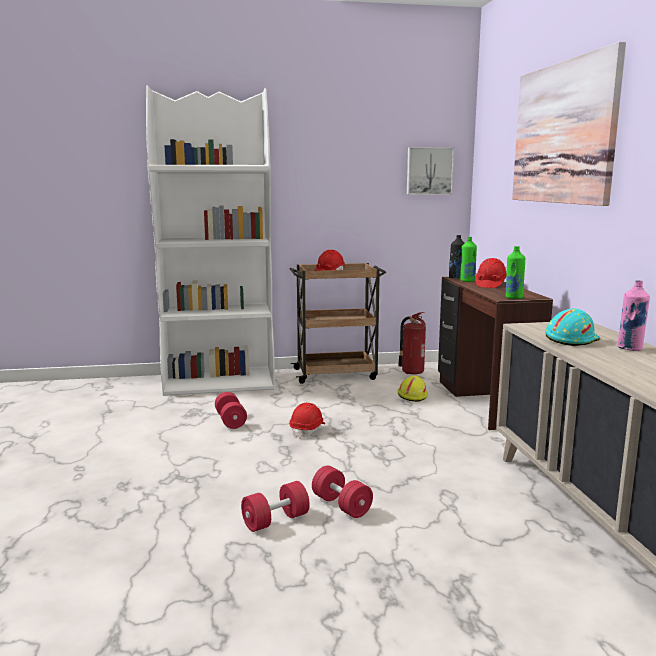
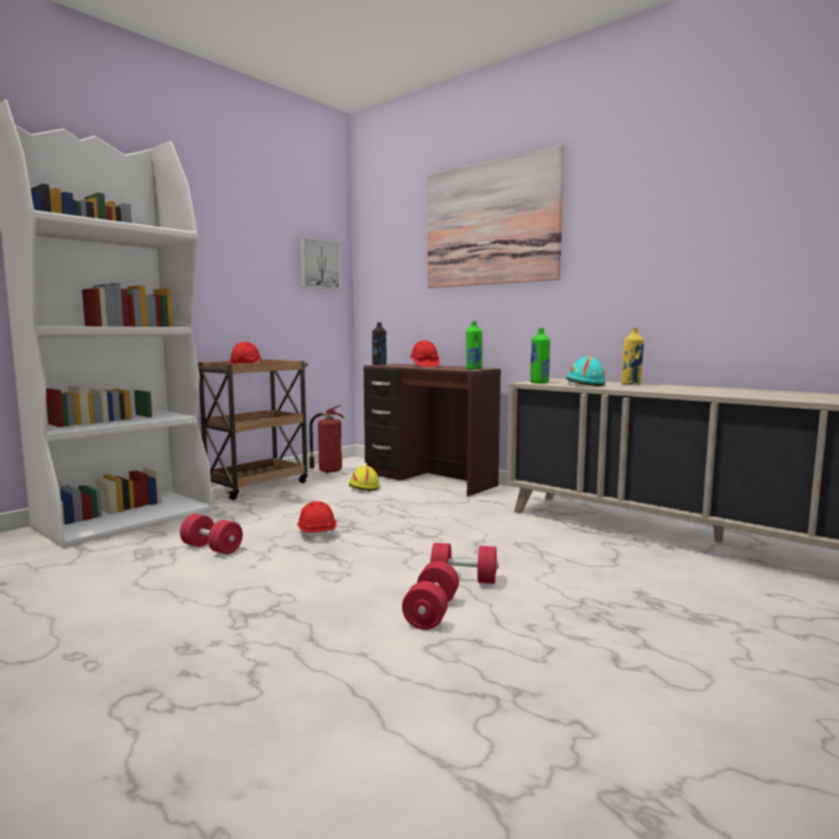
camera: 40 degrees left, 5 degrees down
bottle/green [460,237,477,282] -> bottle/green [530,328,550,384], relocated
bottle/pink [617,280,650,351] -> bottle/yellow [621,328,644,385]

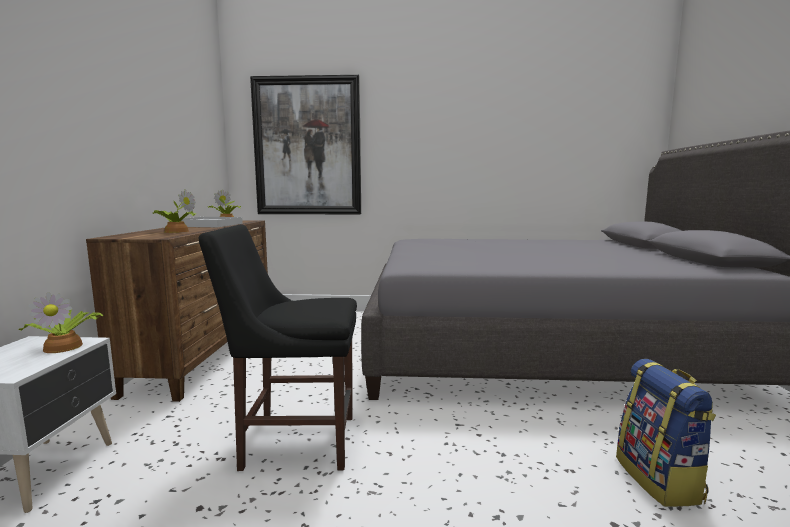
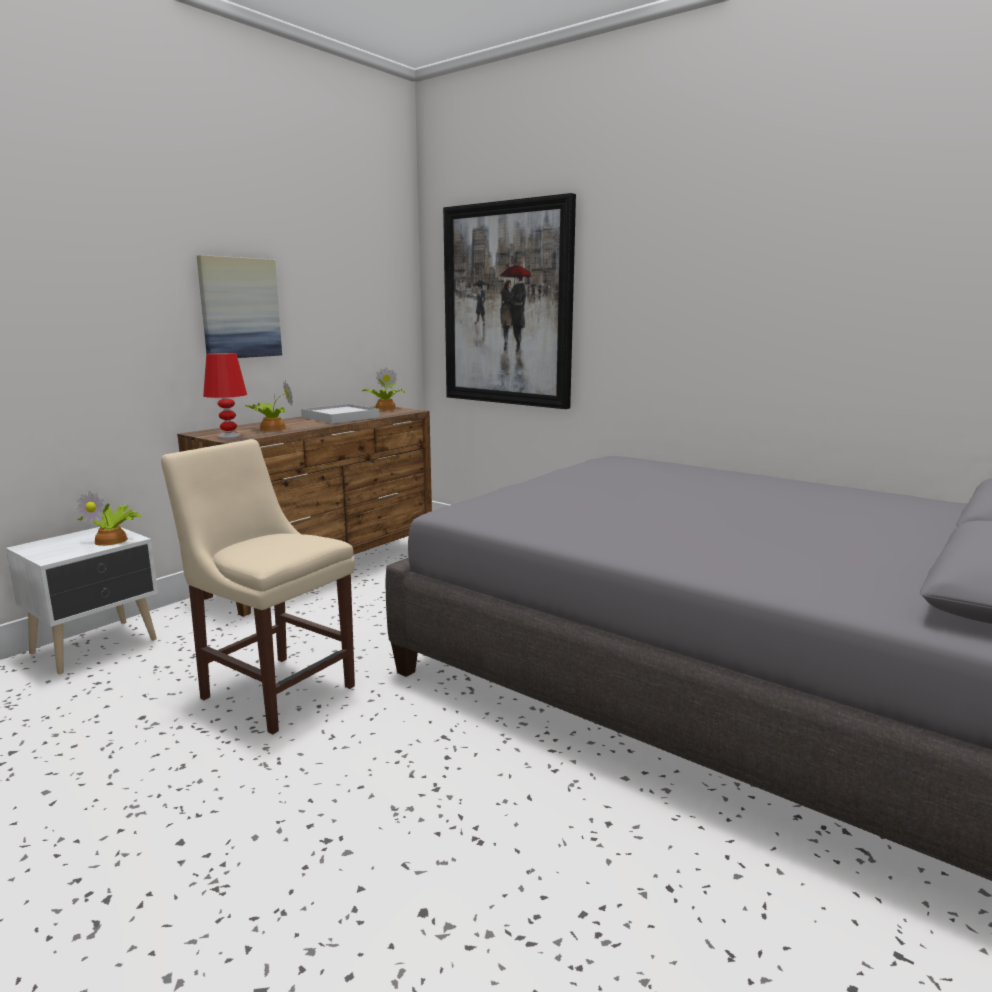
camera: 35 degrees right, 5 degrees up
backpack [616,359,716,507] -> none
none -> picture [197,255,282,358]
none -> table lamp/red [203,353,247,439]
chair/black [199,225,357,471] -> chair/beige [161,439,355,735]

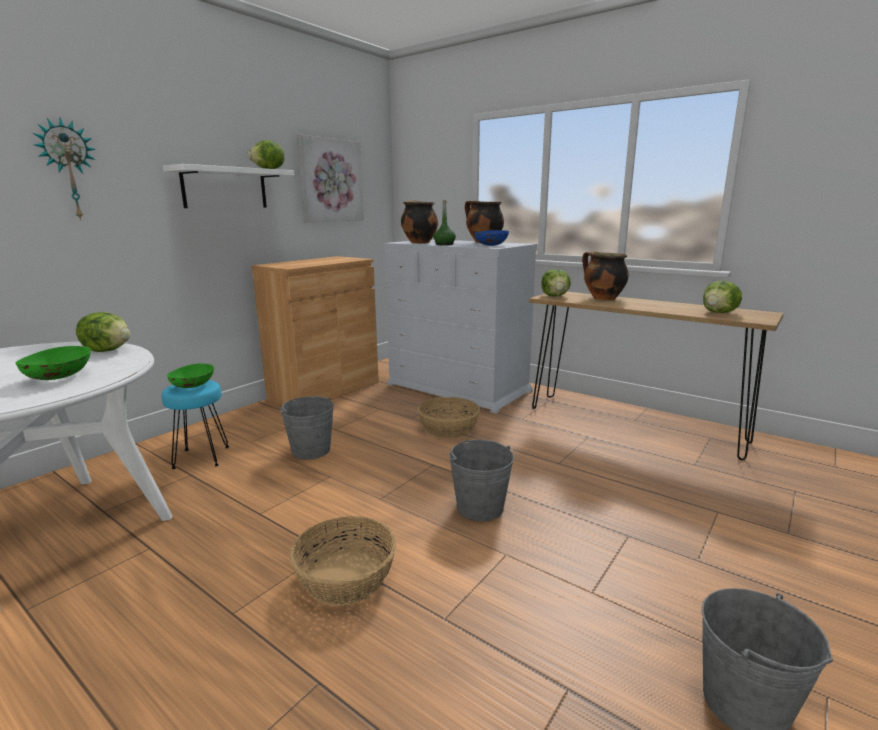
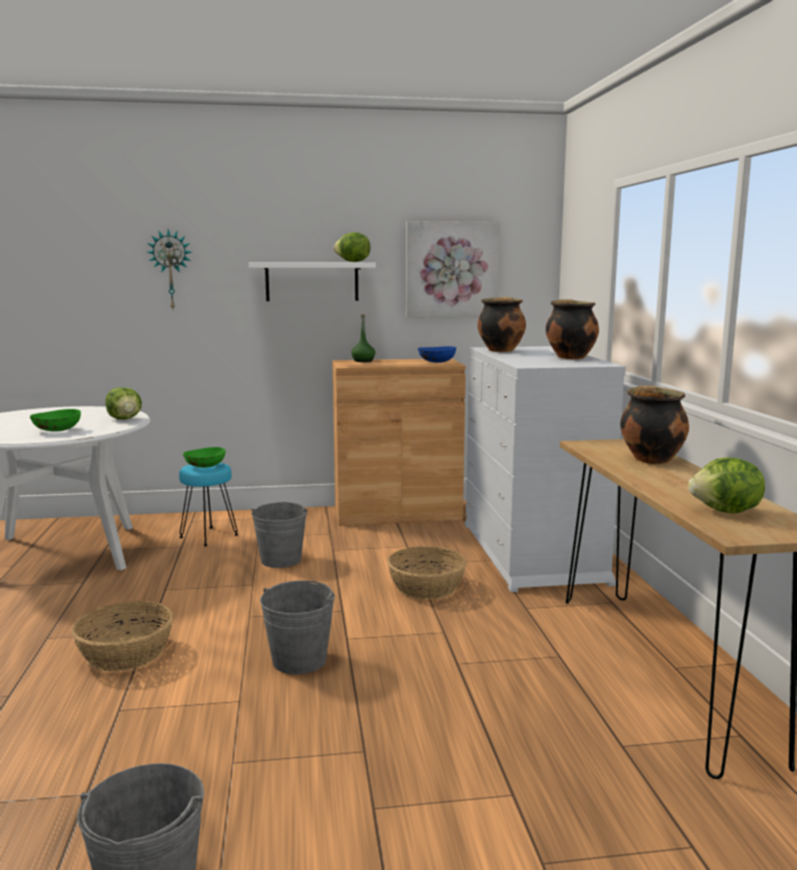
camera: 45 degrees right, 5 degrees down
lettuce [541,269,571,297] -> none
bottle/green [433,200,456,245] -> bottle/green [351,314,375,362], relocated
bowl/blue [474,230,509,246] -> bowl/blue [418,346,456,363], relocated

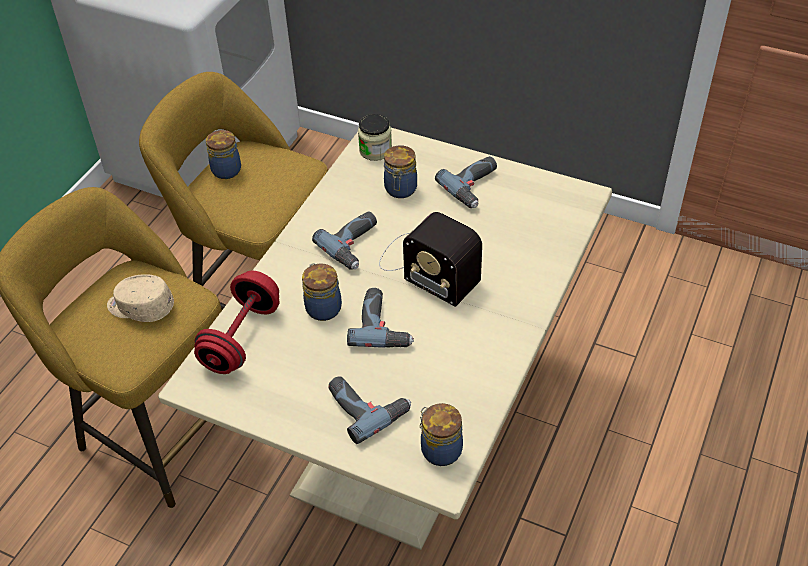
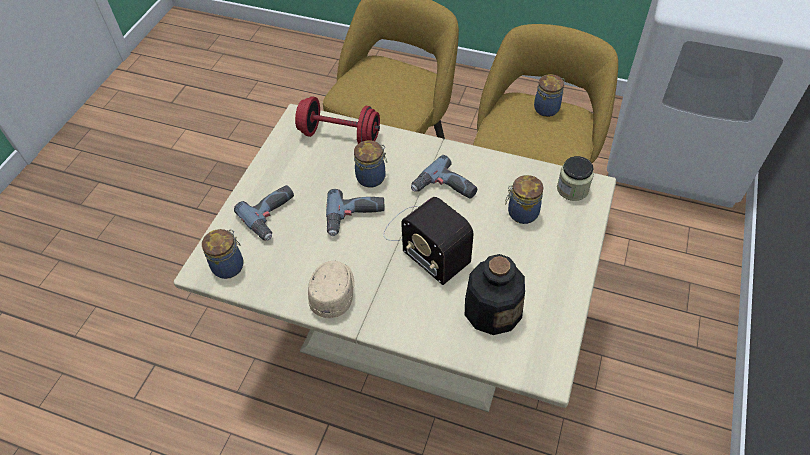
camera: 85 degrees right, 5 degrees up
power drill [435,156,497,208] -> none
none -> bottle [465,254,525,335]
cap/beige [107,274,174,322] -> cap/beige [308,261,355,318], relocated
radio [379,212,482,307] -> radio [384,197,473,285], 75 degrees counterclockwise

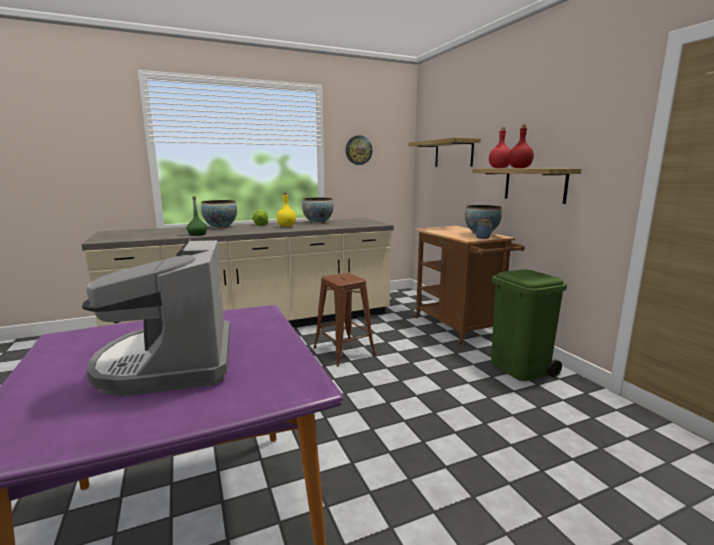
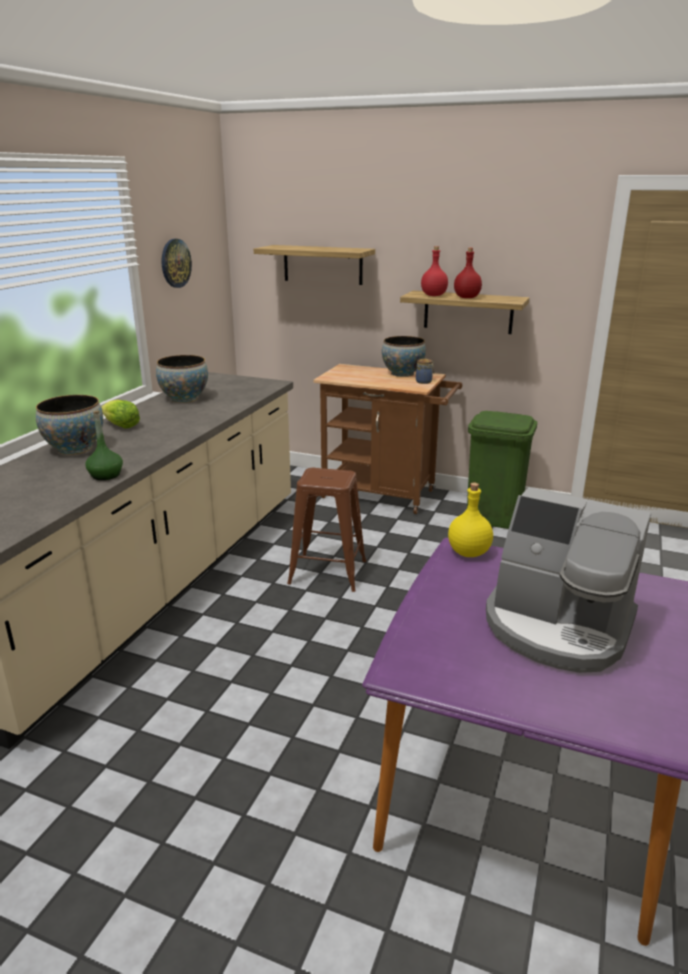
camera: 45 degrees left, 10 degrees up
bottle/yellow [277,193,296,227] -> bottle/yellow [448,483,493,557], relocated

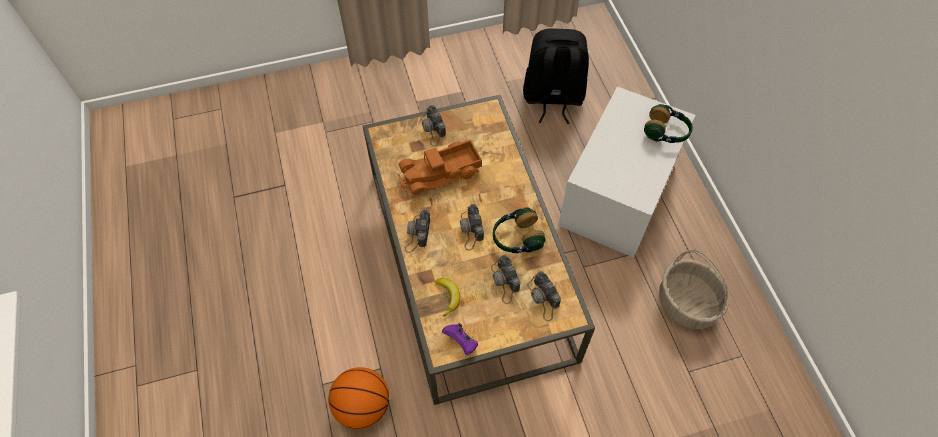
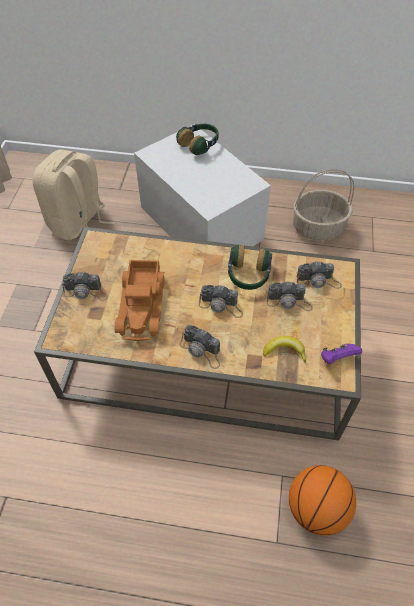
camera: 65 degrees left, 5 degrees down
backpack/black [523,28,589,124] -> backpack/beige [32,150,114,241]

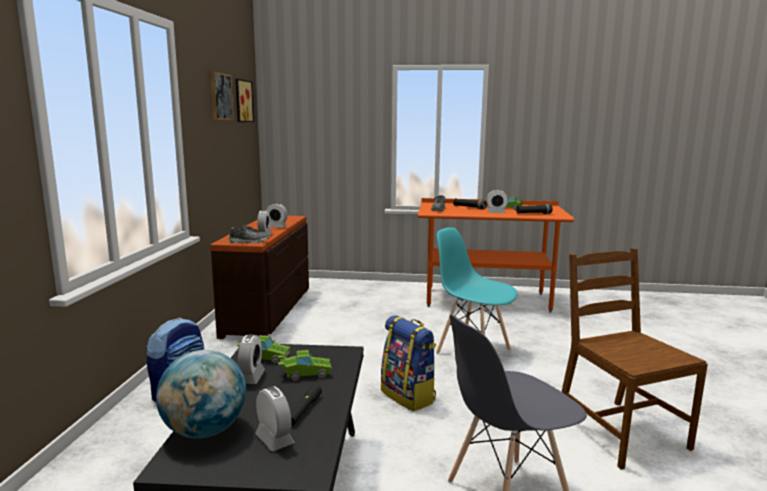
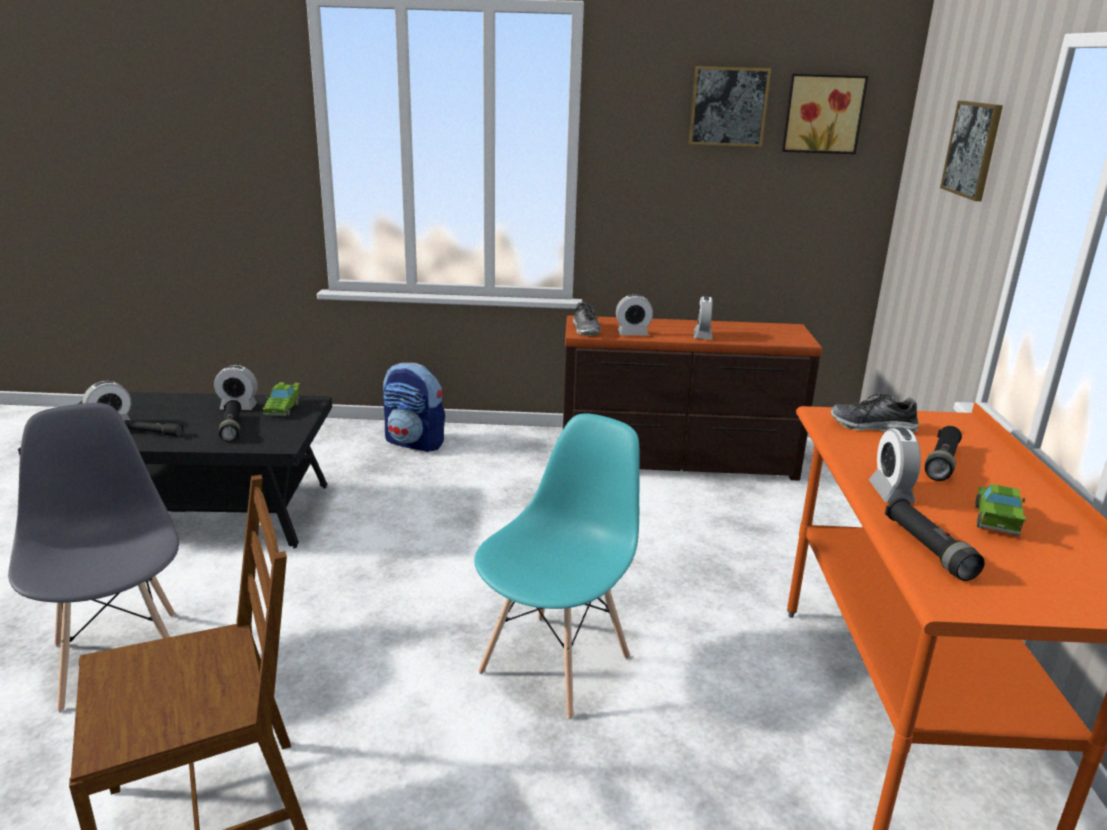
camera: 85 degrees right, 10 degrees up
globe [156,350,246,439] -> none
backpack [381,315,436,411] -> none
none -> picture [940,101,1003,201]
toy car/green [278,350,332,381] -> flashlight/black [219,400,241,442]

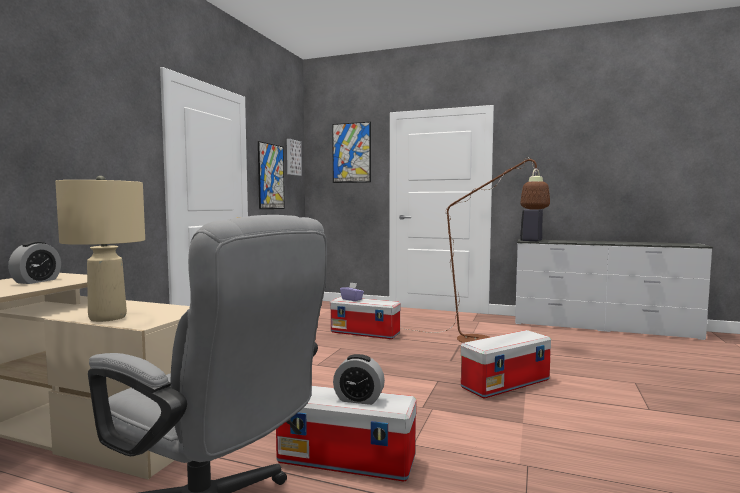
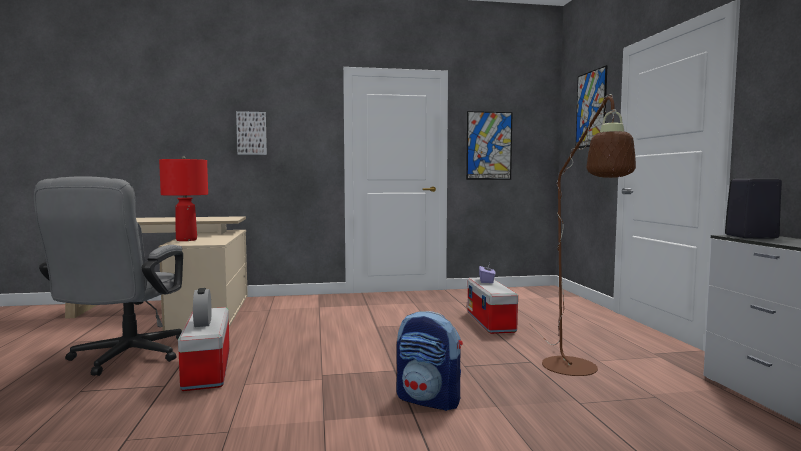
camera: 60 degrees right, 0 degrees up
alarm clock [8,241,61,284] -> none
picture [287,139,302,176] -> picture [236,111,267,155], relocated
storage box [461,330,551,398] -> backpack [396,311,463,411]
table lamp/beige [55,176,145,322] -> table lamp/red [159,156,208,241]

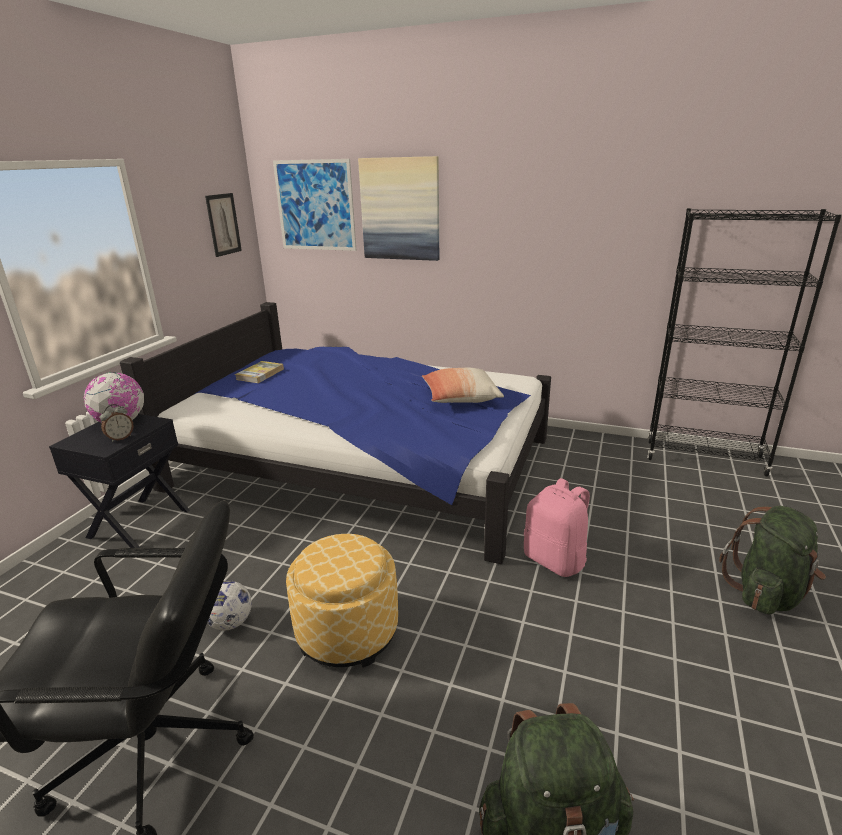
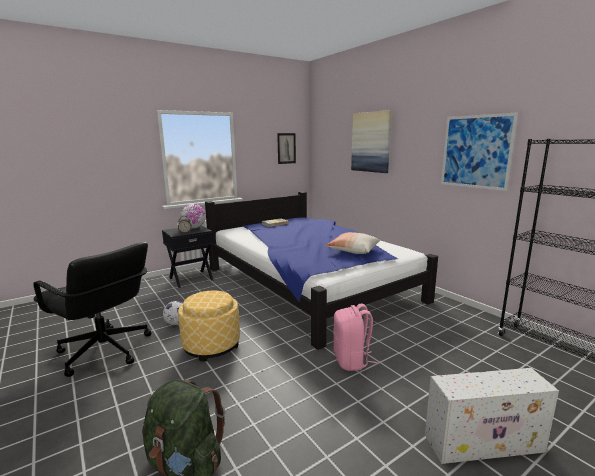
camera: 35 degrees right, 10 degrees down
picture [273,159,357,251] -> picture [441,112,519,191], relocated
backpack/green [719,506,826,614] -> storage box/white [425,368,559,464]

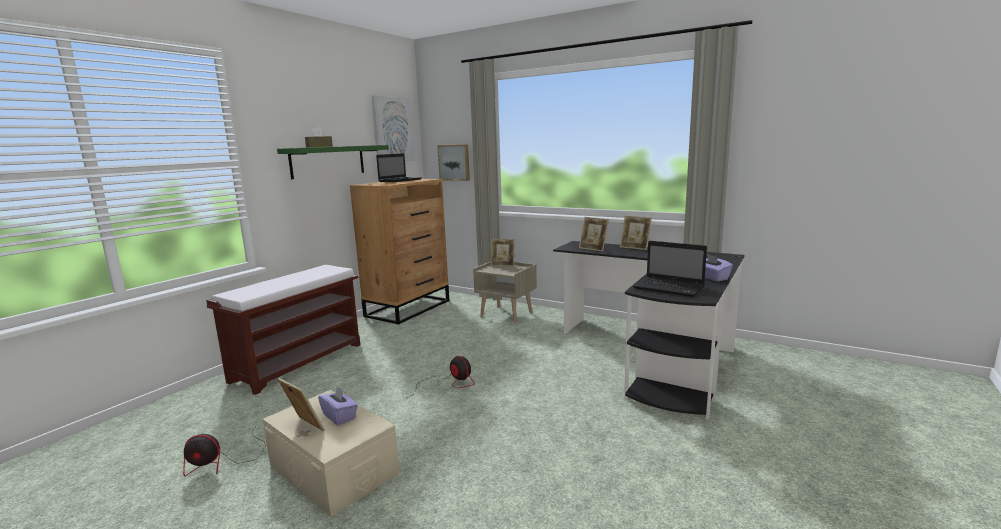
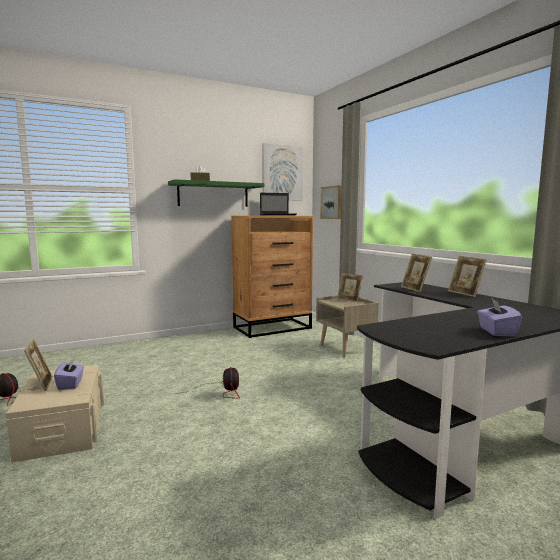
camera: 30 degrees right, 5 degrees down
bench/brown [206,265,360,395] -> none
laptop [633,241,707,297] -> none

